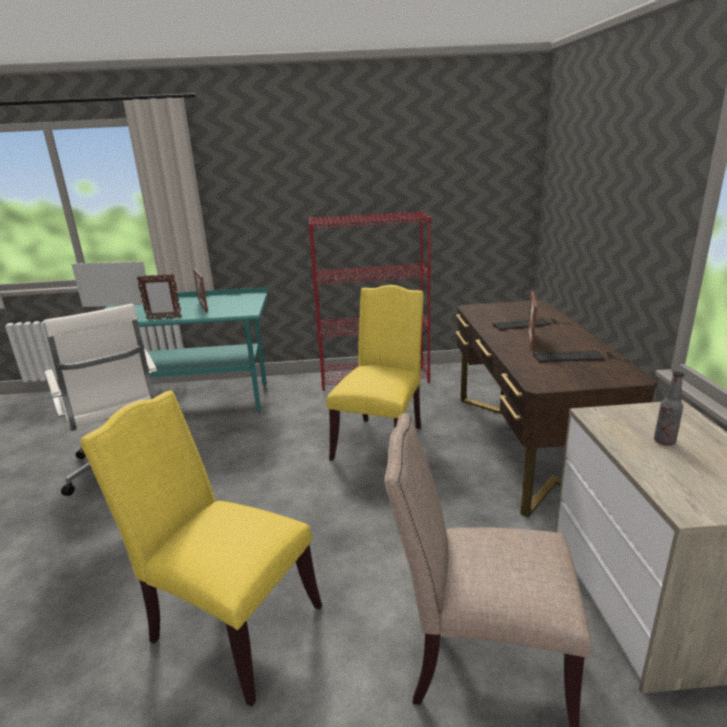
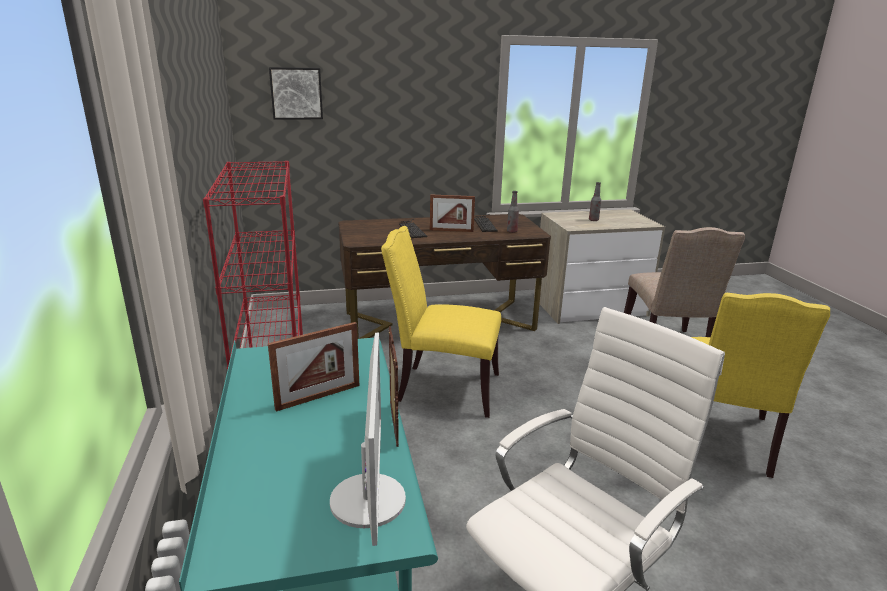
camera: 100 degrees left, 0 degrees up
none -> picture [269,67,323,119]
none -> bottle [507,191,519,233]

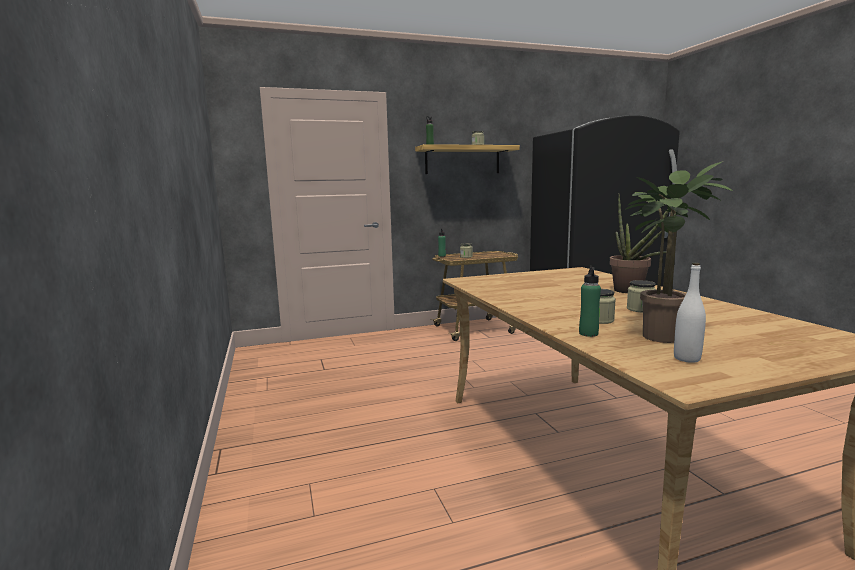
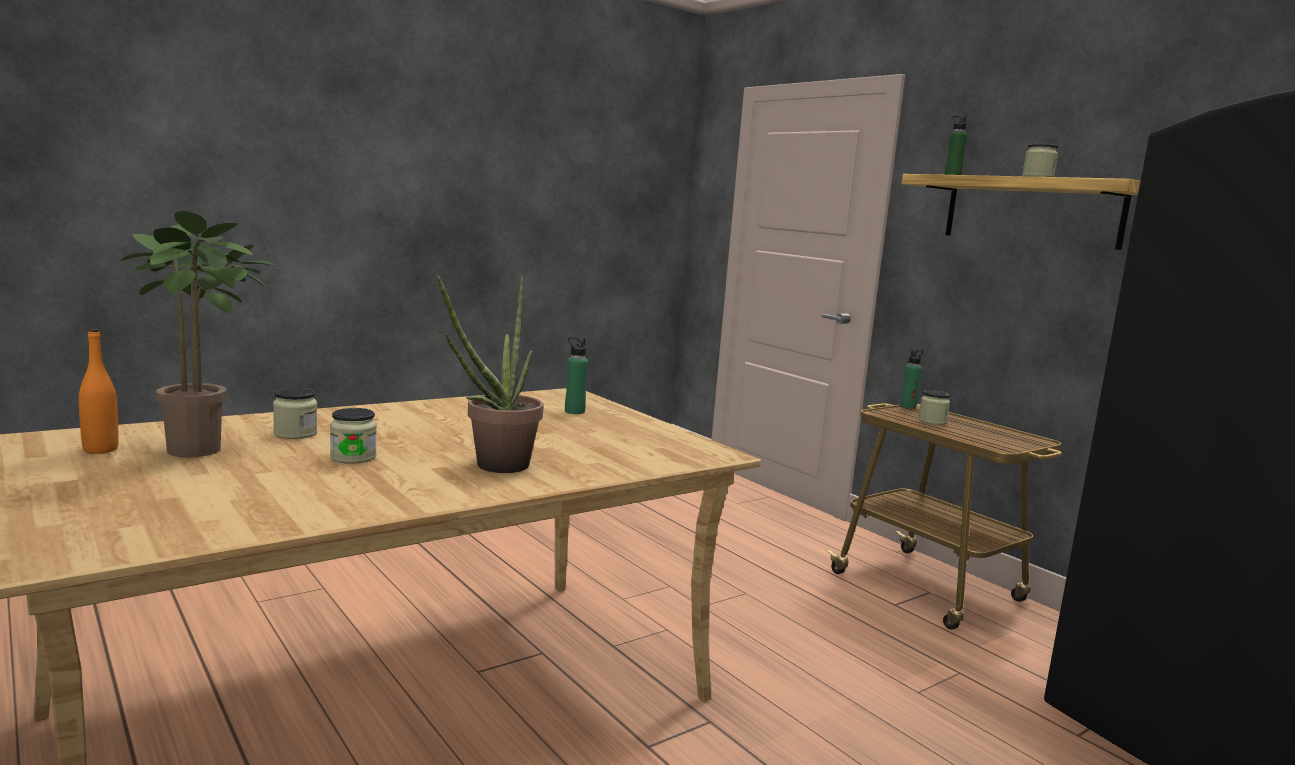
camera: 70 degrees right, 0 degrees up
bottle/green [579,266,601,337] -> bottle/green [565,337,588,414], relocated
bottle/white [674,263,706,363] -> bottle/orange [79,329,119,454]

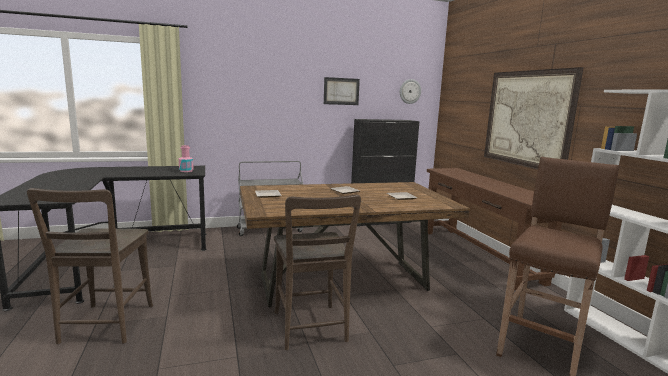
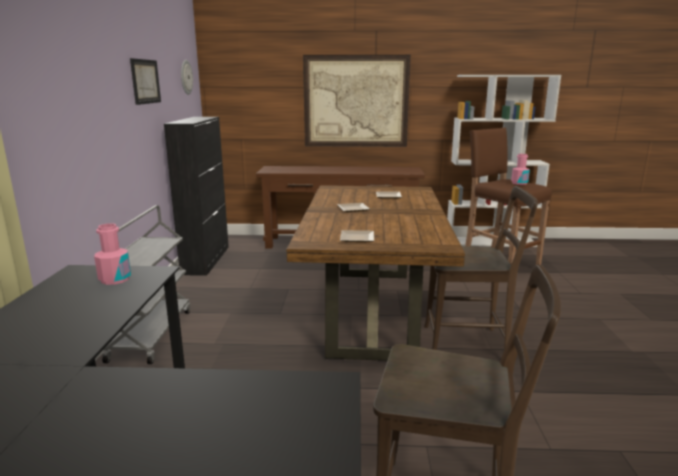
camera: 70 degrees left, 5 degrees up
none -> bottle/pink [511,154,530,185]

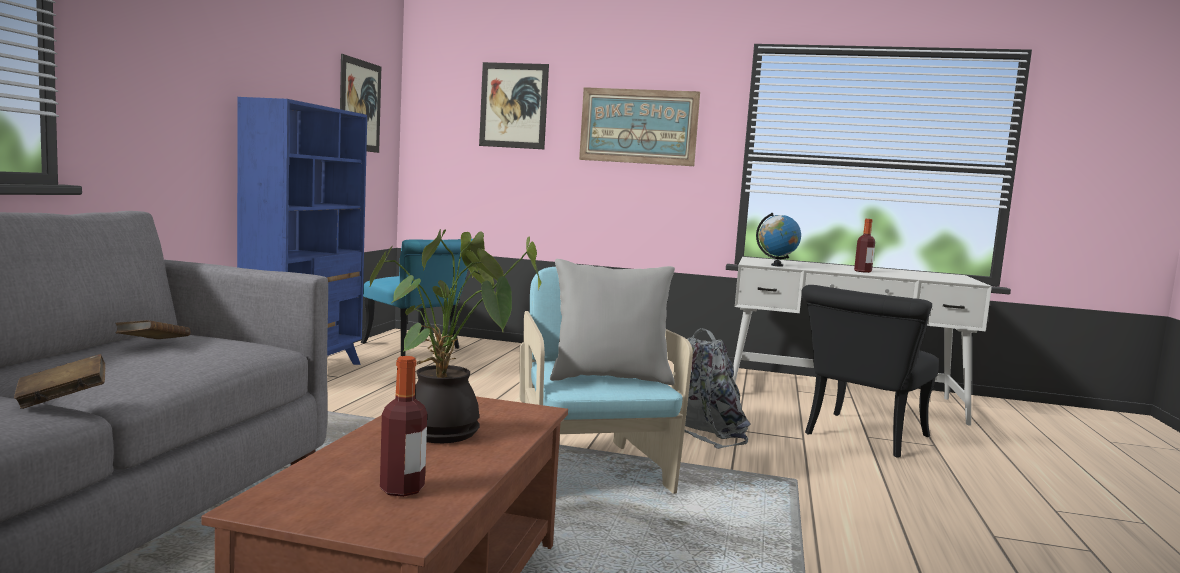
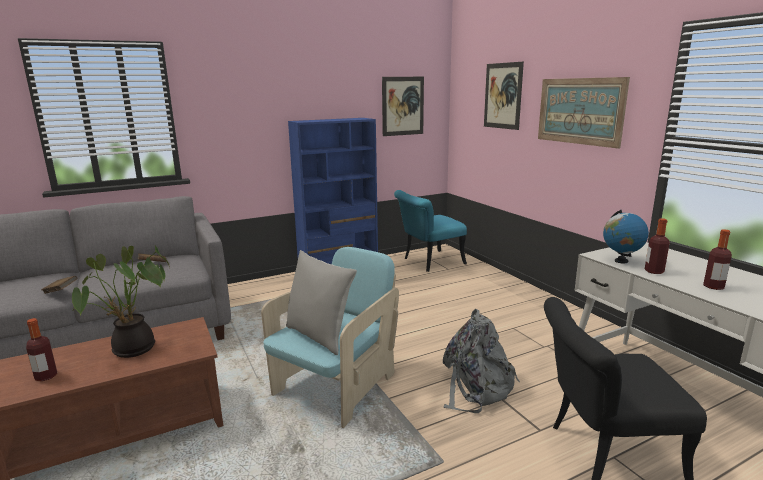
camera: 50 degrees right, 10 degrees up
none -> bottle [645,218,670,274]
chair/turquoise [361,239,473,356] -> chair/turquoise [394,190,467,272], 60 degrees clockwise

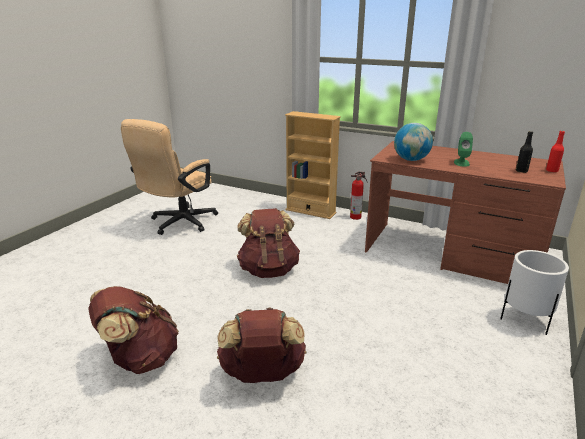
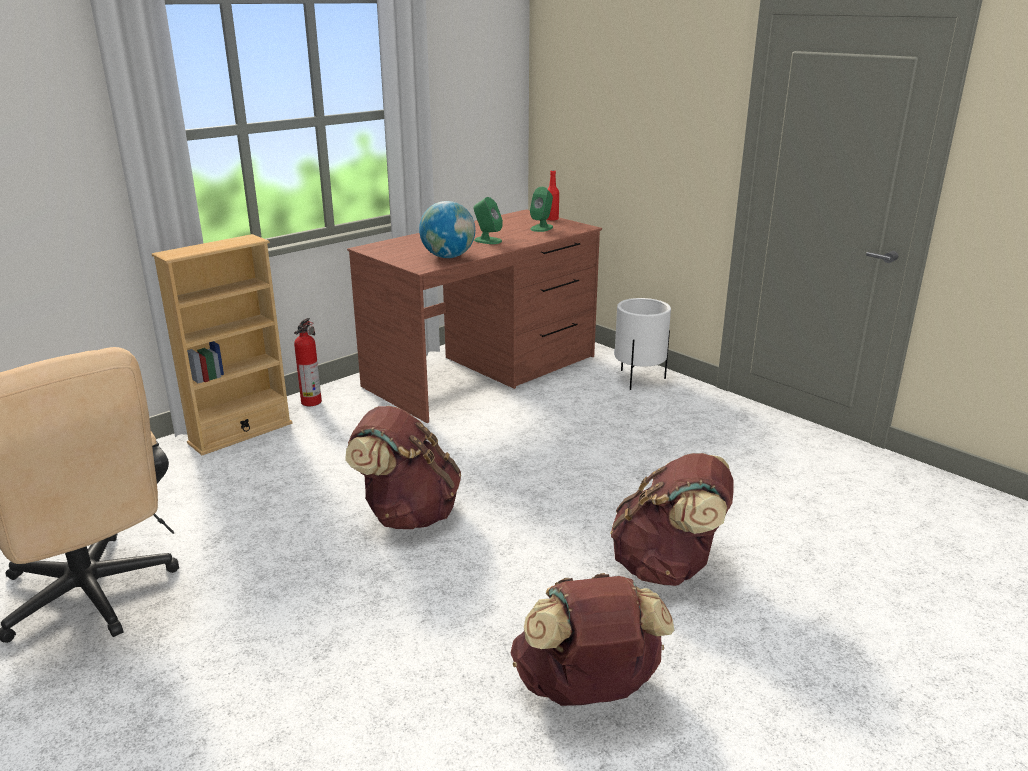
camera: 70 degrees left, 0 degrees up
bottle/black [516,131,533,173] -> speaker/green [530,187,553,232]

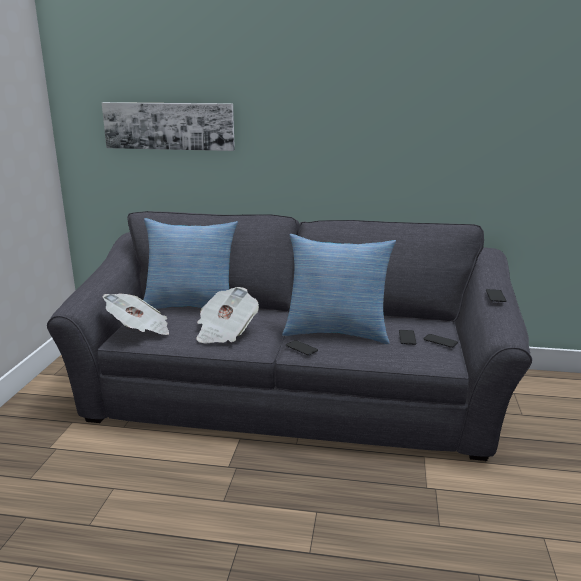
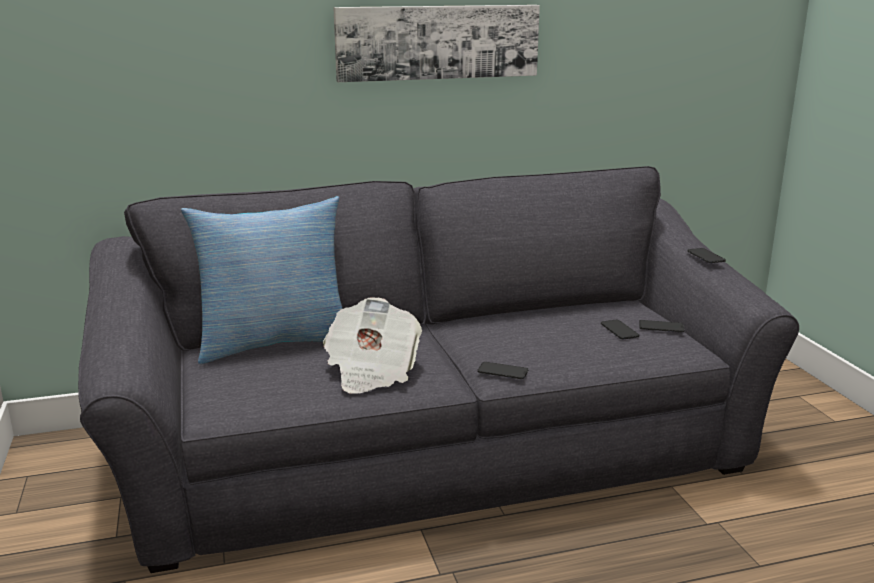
camera: 25 degrees left, 0 degrees up
newspaper [103,294,169,335] -> none
pillow [282,234,396,344] -> none
picture [102,102,235,151] -> picture [333,5,540,82], relocated

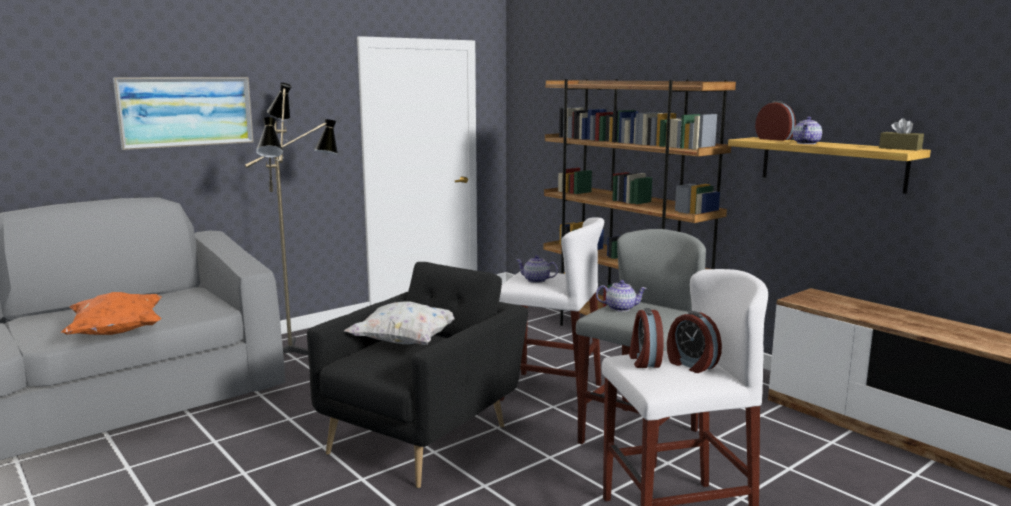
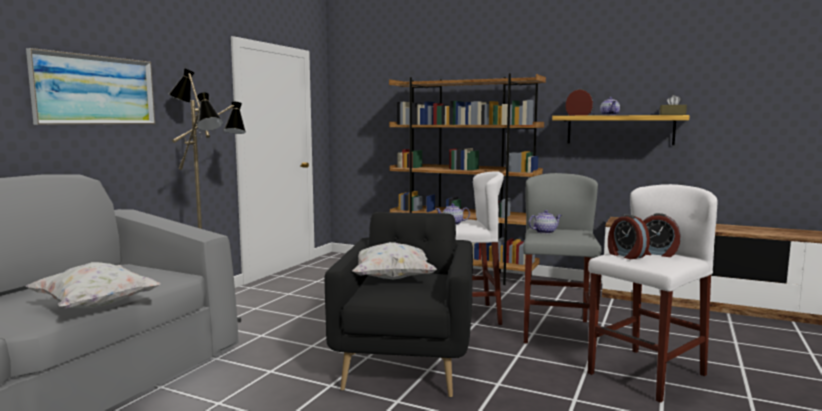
camera: 25 degrees left, 5 degrees down
pillow/orange [61,292,162,335] -> pillow/white [26,262,160,309]

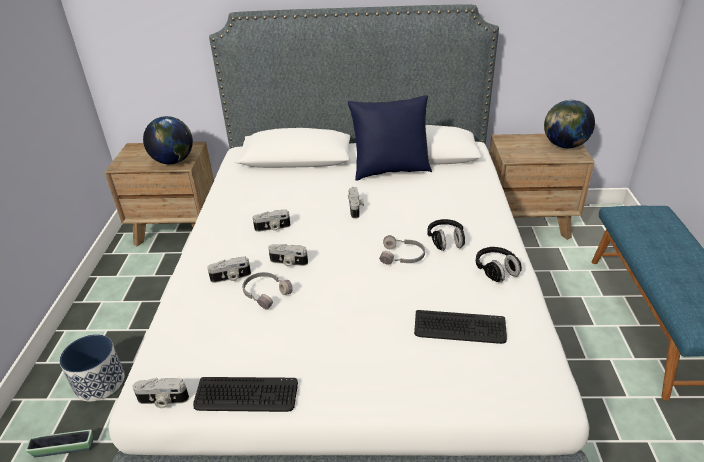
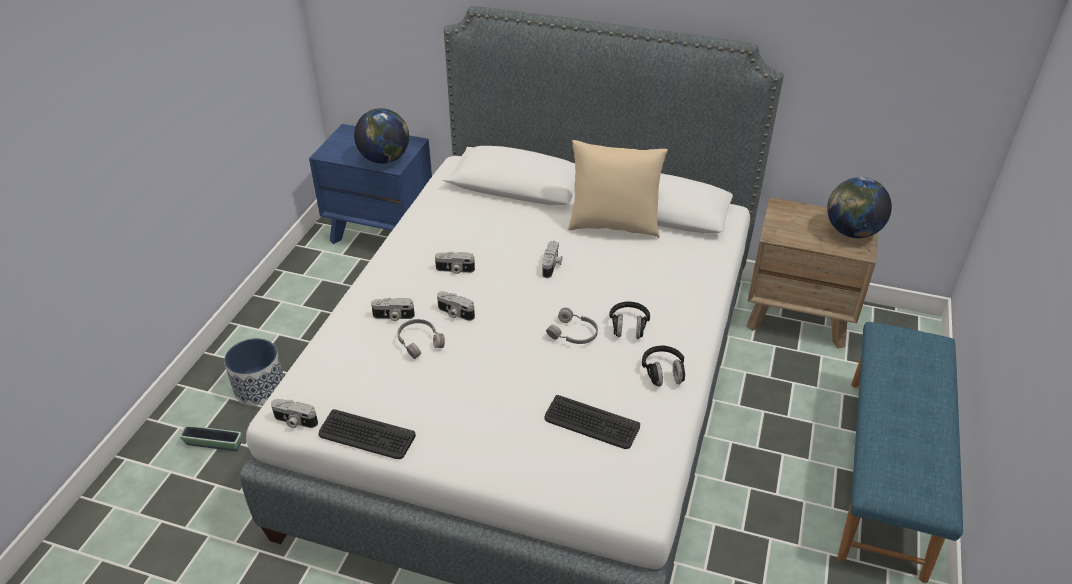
camera: 15 degrees right, 5 degrees up
nightstand/brown [104,142,214,247] -> nightstand/blue [309,124,432,244]
pillow/blue [348,95,432,181] -> pillow/beige [568,140,668,238]

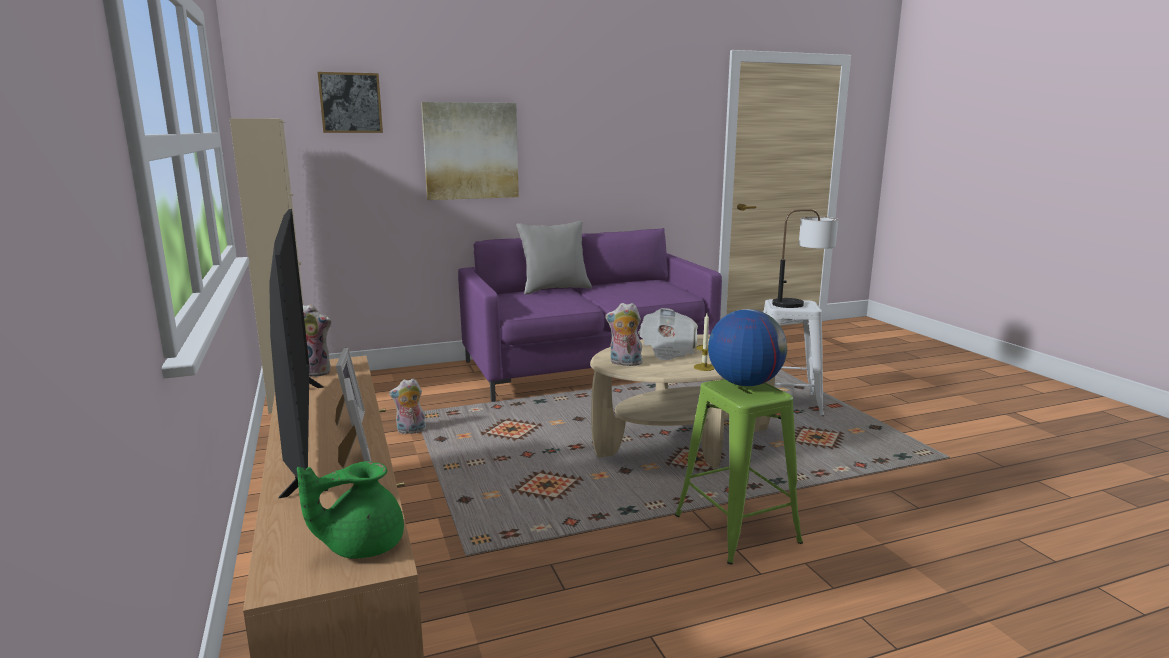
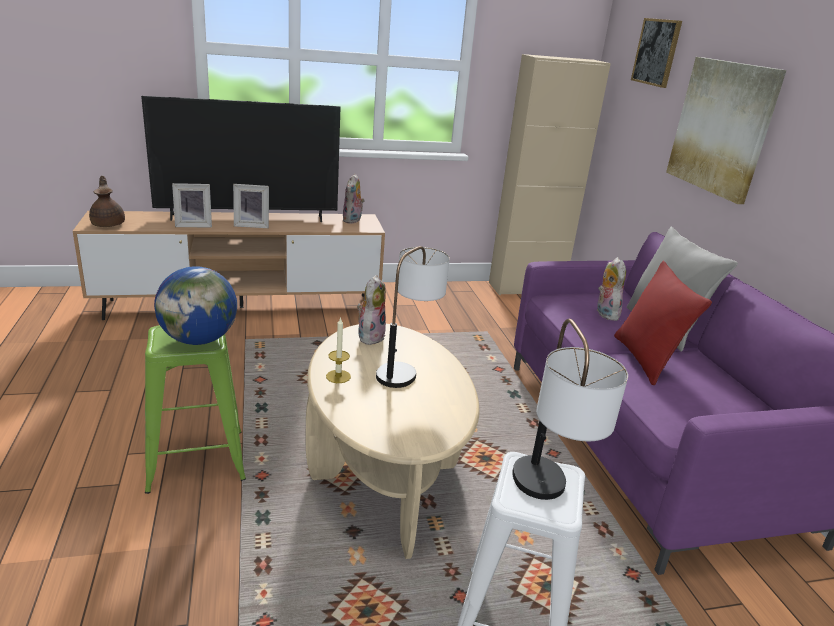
camera: 95 degrees right, 10 degrees up
none -> pillow/red [614,261,712,385]
plush toy [389,378,426,434] -> plush toy [596,257,626,321], relocated
newspaper [638,308,698,360] -> table lamp [376,246,450,388]
teapot/green [297,461,404,559] -> teapot/brown [89,176,125,227]

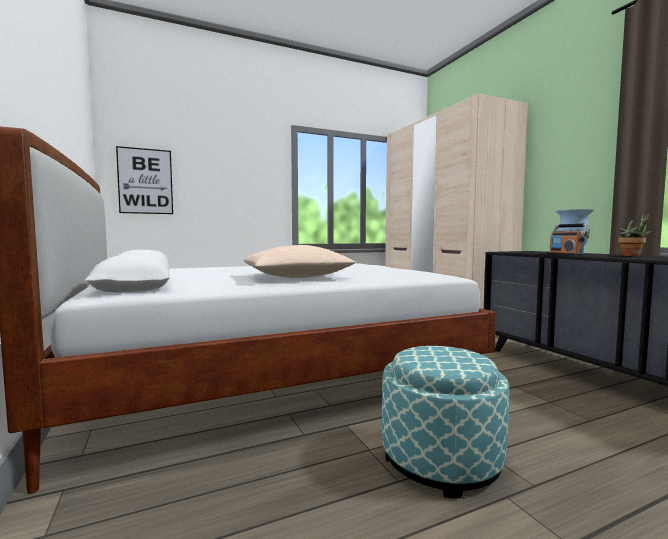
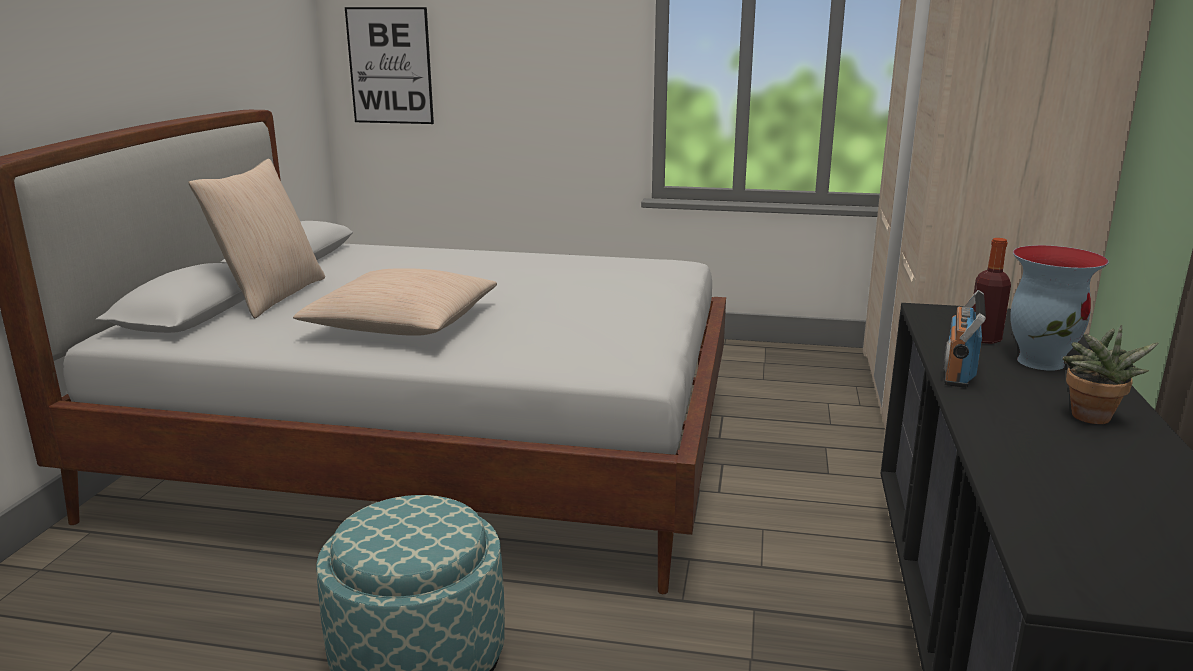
camera: 35 degrees right, 15 degrees up
none -> pillow/beige [188,159,325,318]
none -> bottle [972,238,1011,344]

